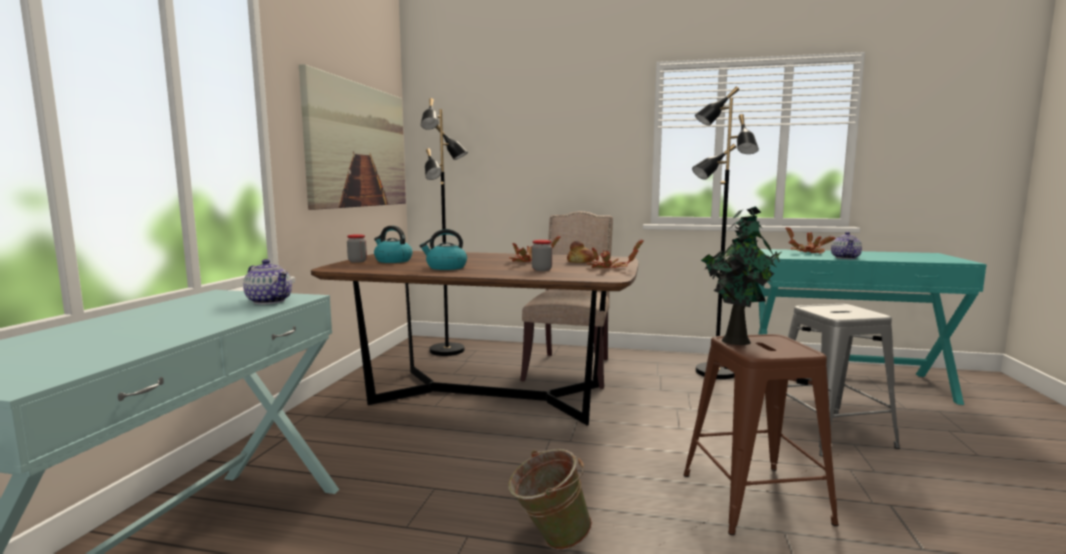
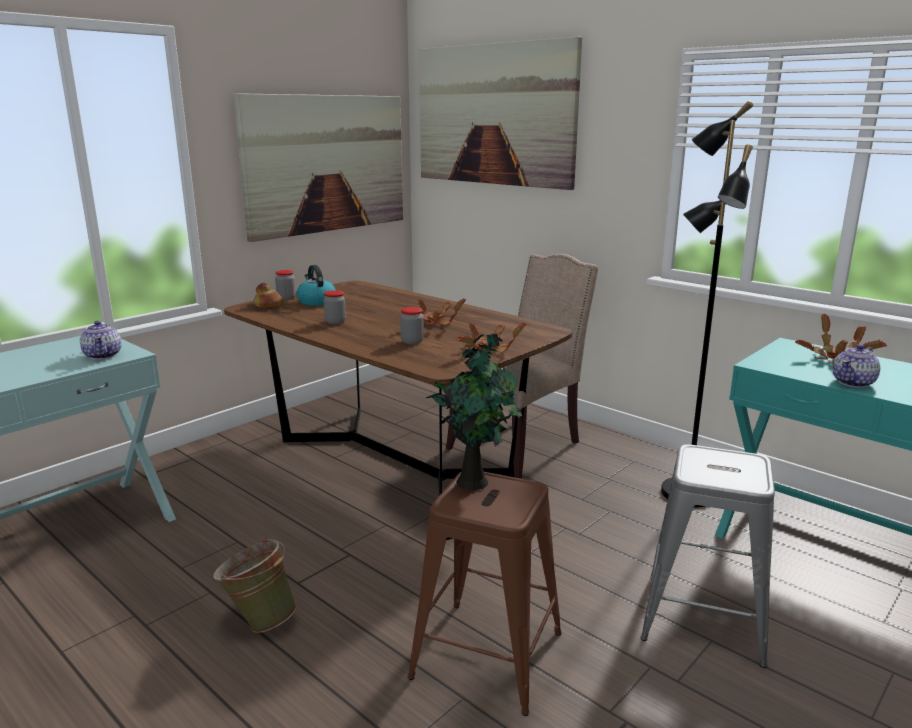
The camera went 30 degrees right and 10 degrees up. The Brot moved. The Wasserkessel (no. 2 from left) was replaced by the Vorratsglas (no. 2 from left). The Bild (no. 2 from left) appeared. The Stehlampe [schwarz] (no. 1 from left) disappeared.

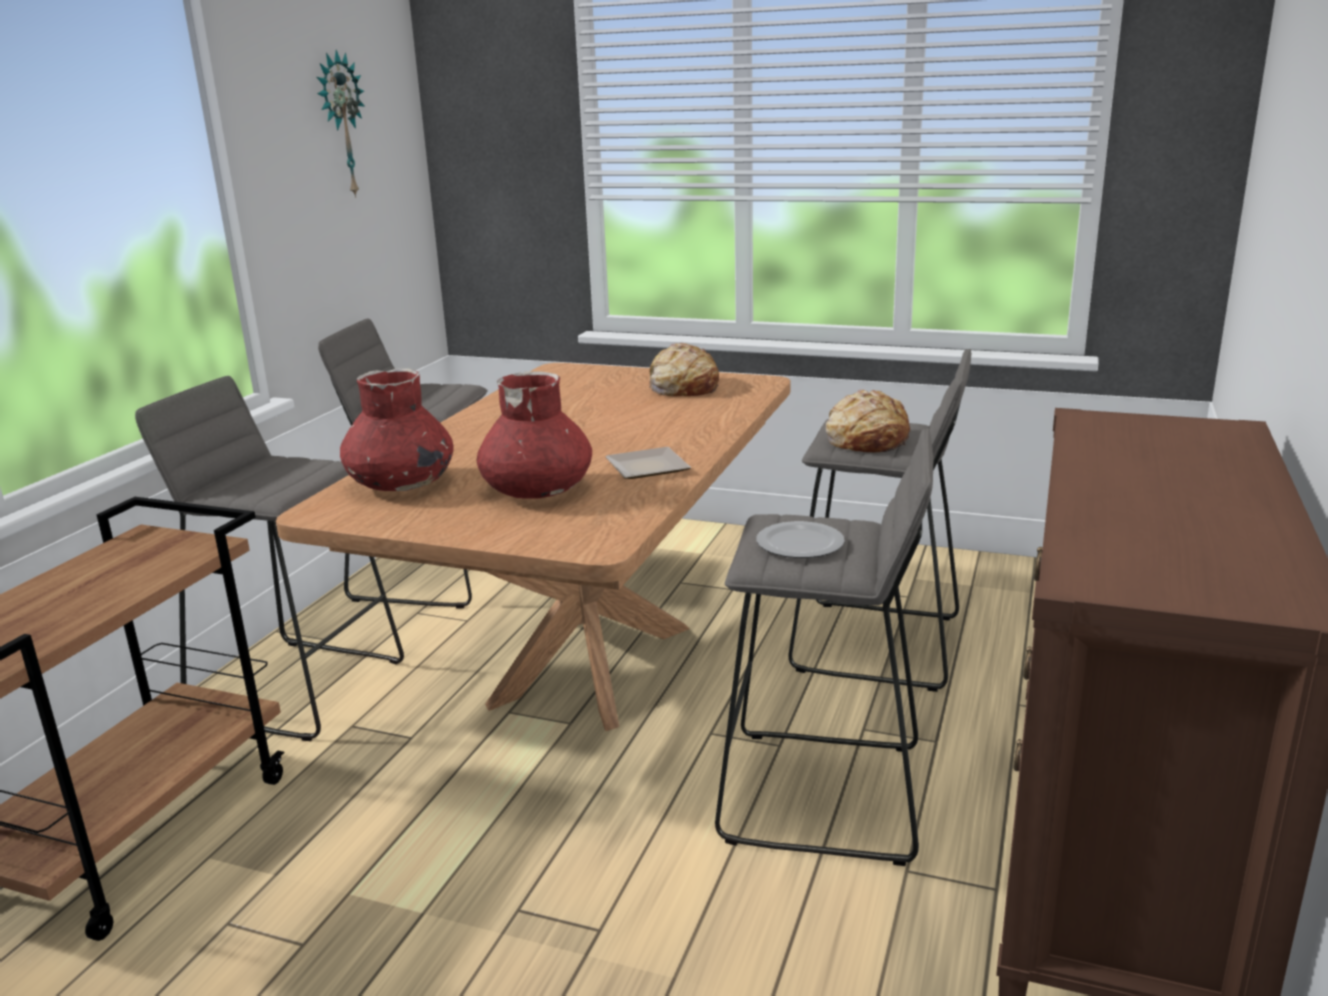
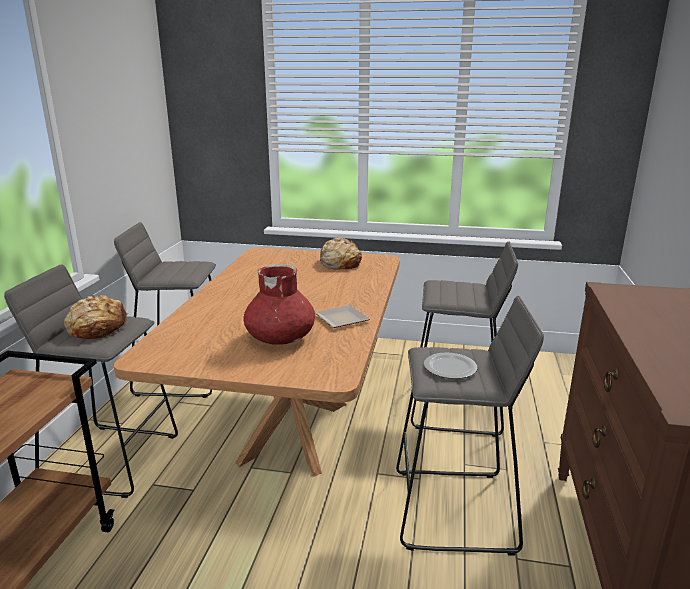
The camera went 10 degrees left and 0 degrees up. The Brot (no. 2 from left in the first image) moved. The Wanduhr disappeared. The Vase [rot] (no. 1 from left) disappeared.

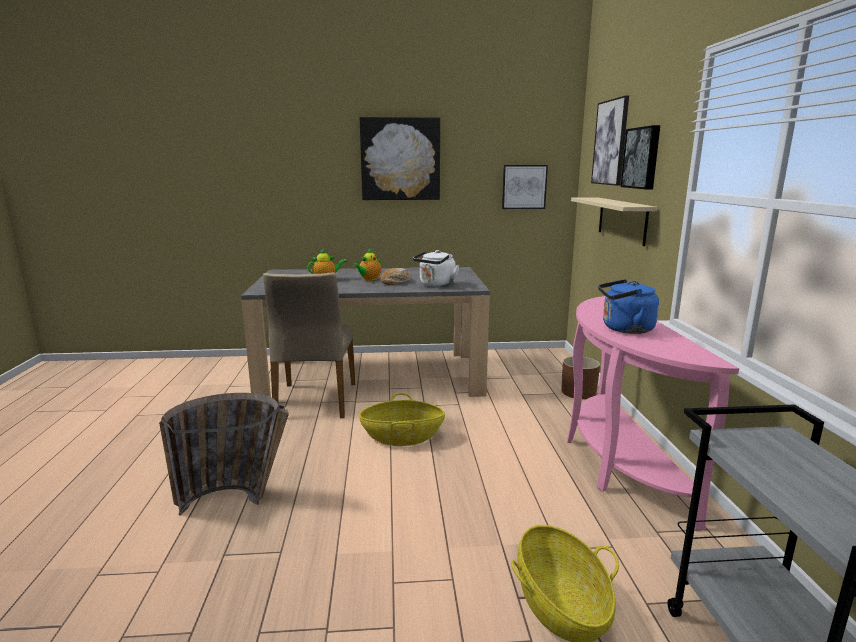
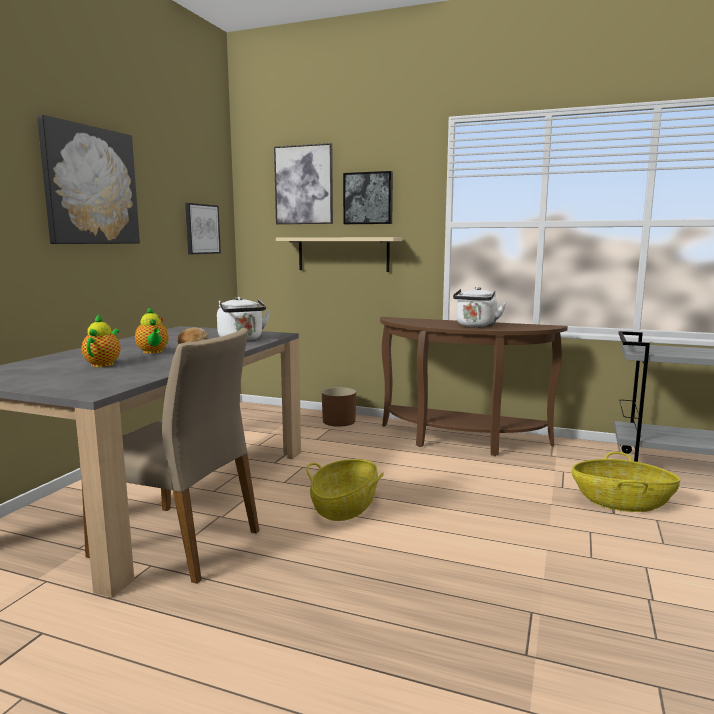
The camera went 65 degrees left and 5 degrees down. The Konsolentisch [rosa] became the Konsolentisch [braun]. The Wasserkessel [blau] became the Wasserkessel [weiß] (no. 2 from left). The Korb (no. 1 from left) disappeared.

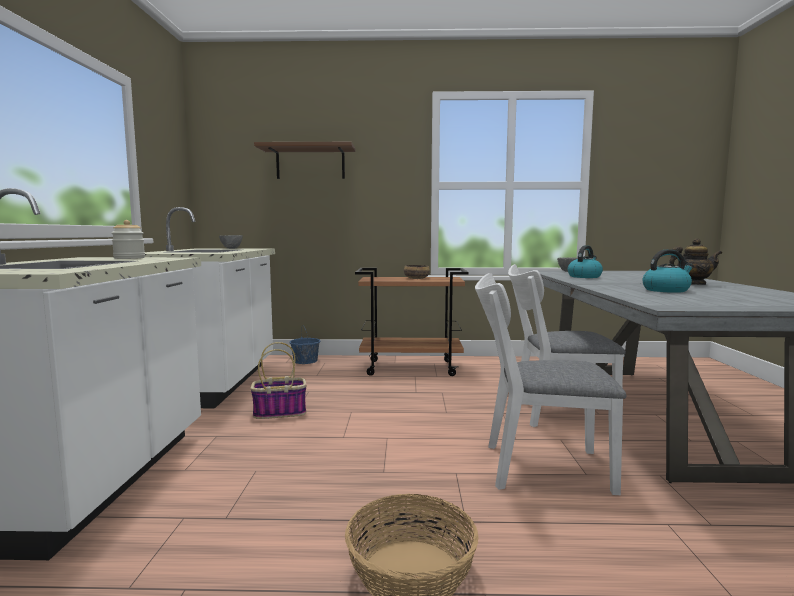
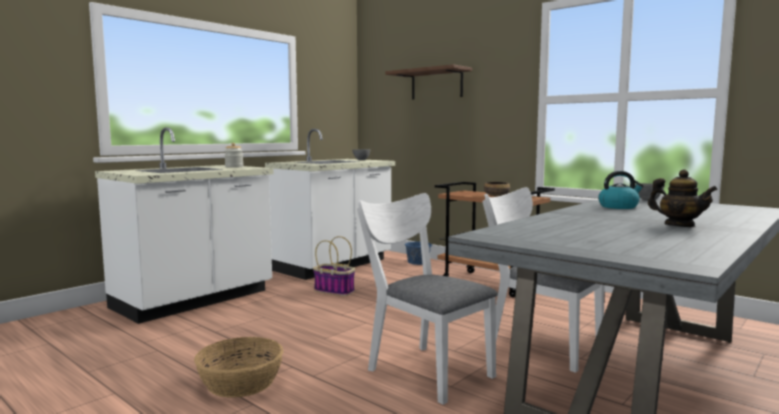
The camera went 40 degrees right and 0 degrees up. The Wasserkessel (no. 2 from left) disappeared.

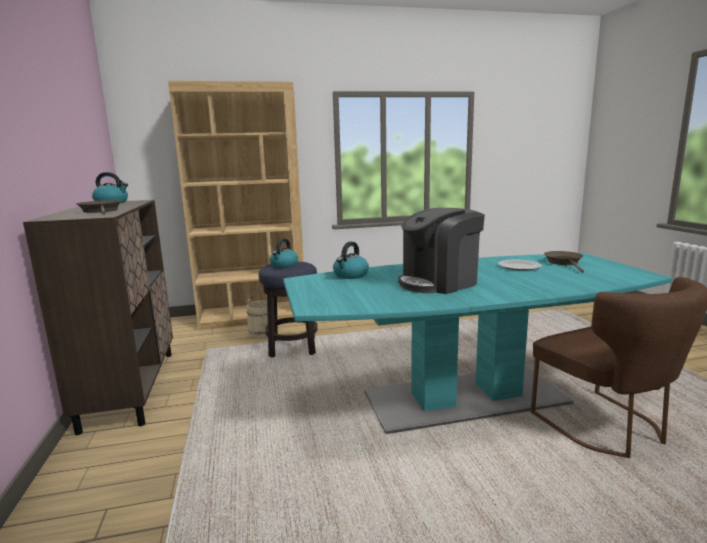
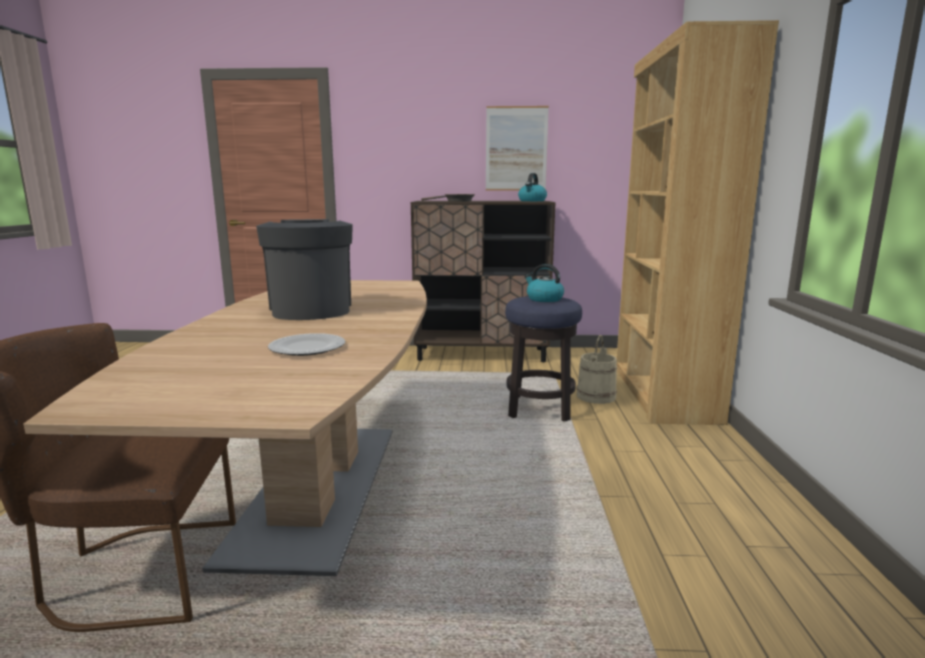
The camera went 105 degrees right and 0 degrees up. The Esstisch [türkis] became the Esstisch [braun]. The Bild appeared. The Wasserkessel (no. 3 from left) disappeared. The Pfanne [braun] (no. 2 from left) disappeared.

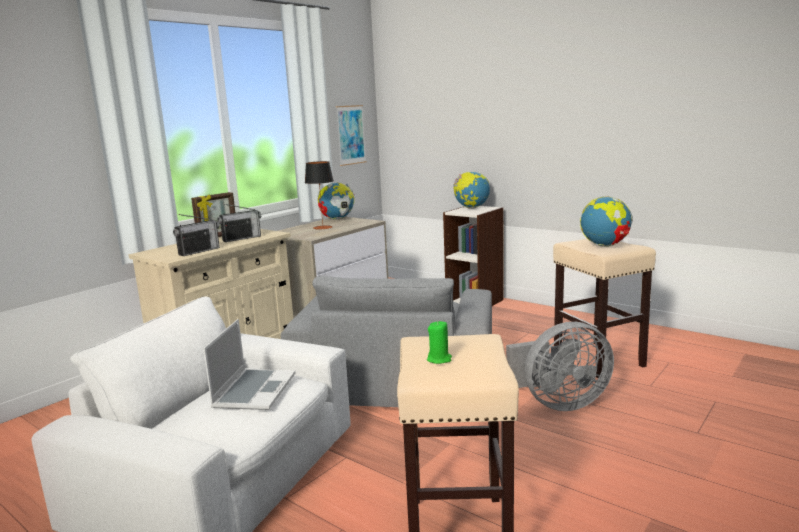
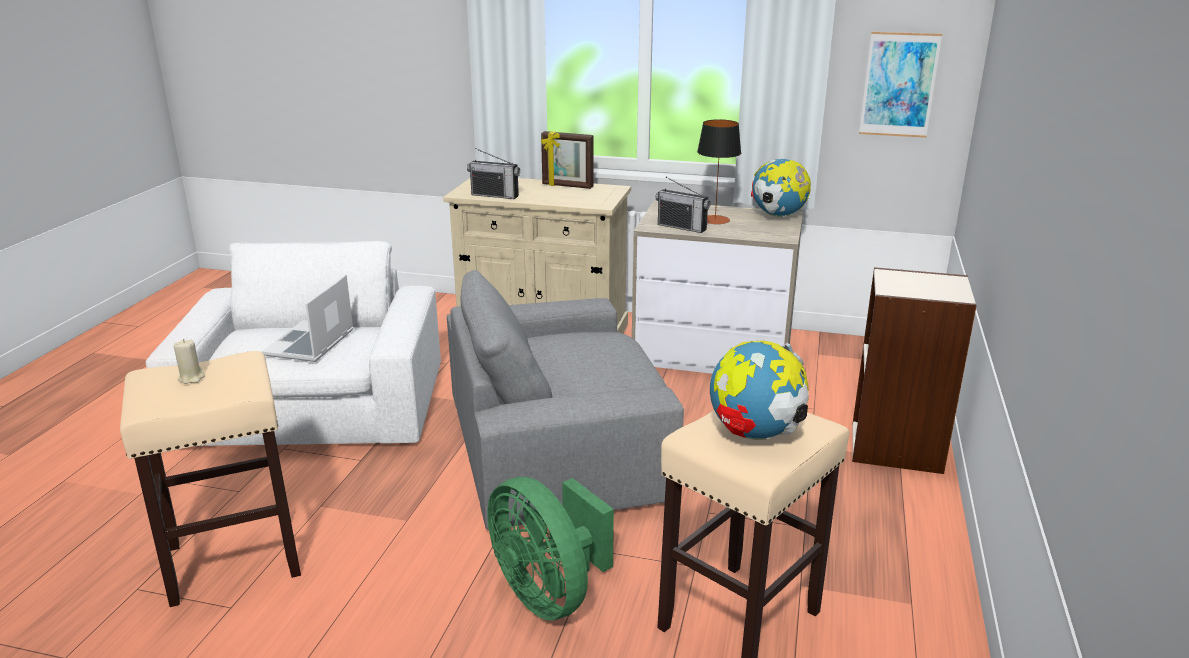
The camera went 65 degrees right and 10 degrees up. The Kerze [grün] became the Kerze [beige]. The Laptop turned 120 degrees clockwise. The Ventilator [grau] became the Ventilator [grün]. The Radio (no. 2 from left) moved. The Globus (no. 2 from left) disappeared.

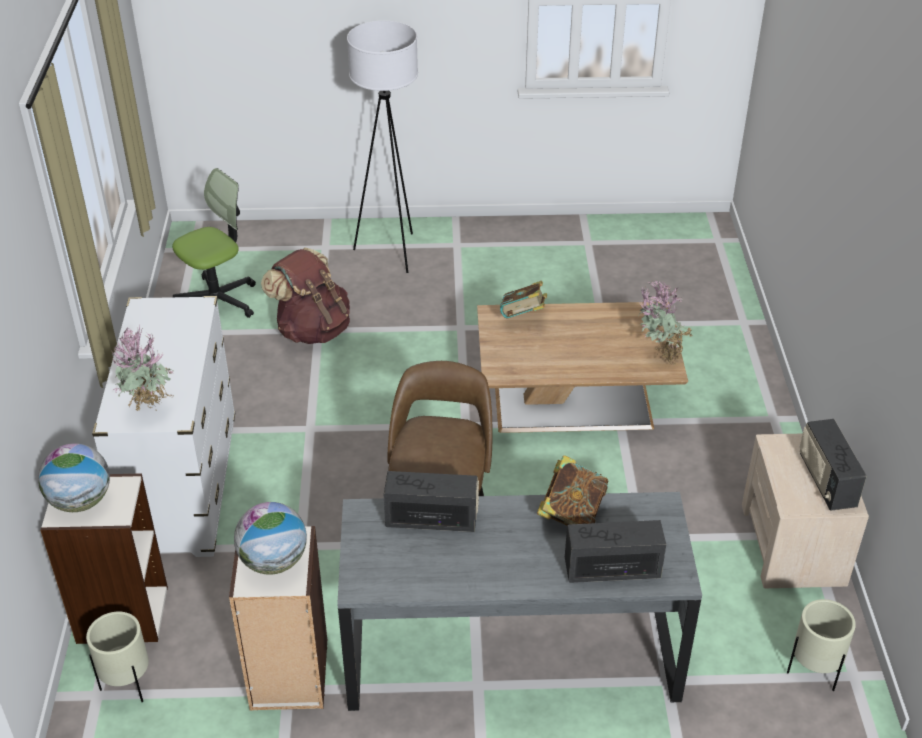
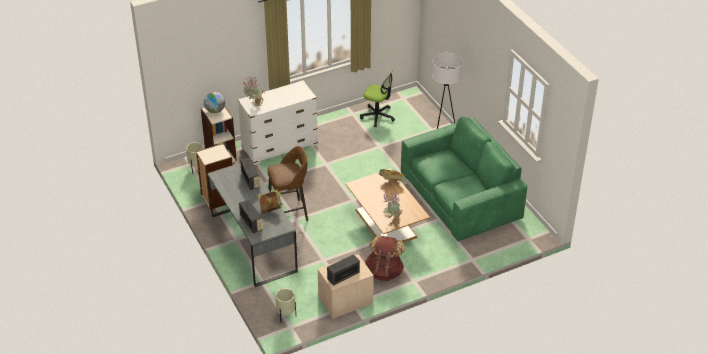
The camera went 65 degrees right and 0 degrees up. The Rucksack [braun] moved. The Sofa [grün] appeared. The Globus (no. 2 from left) disappeared.

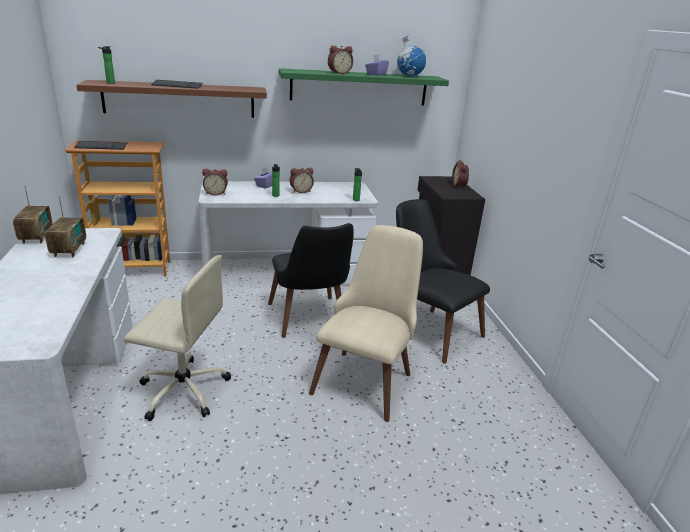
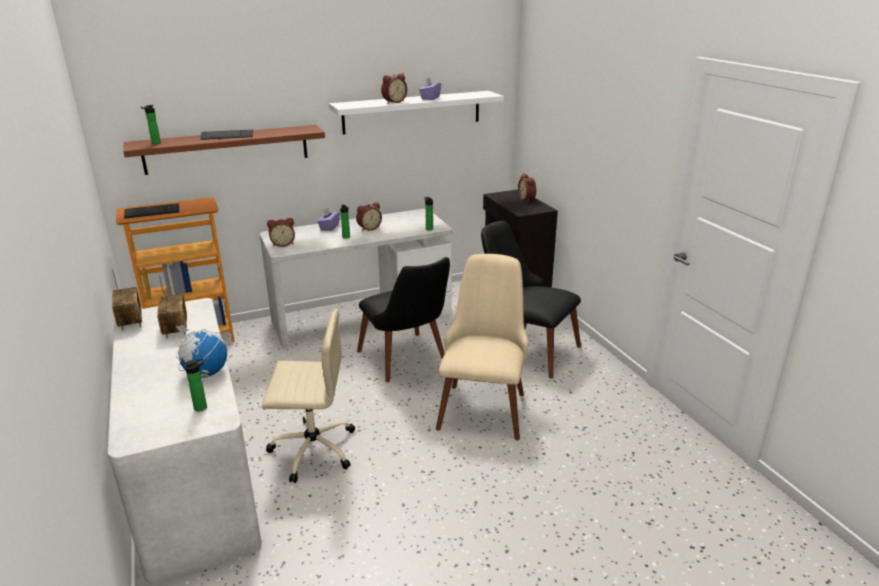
The camera went 10 degrees left and 0 degrees up. The Globus moved. The Flasche (no. 2 from left) appeared. The Wandregal [grün] became the Wandregal [weiß].

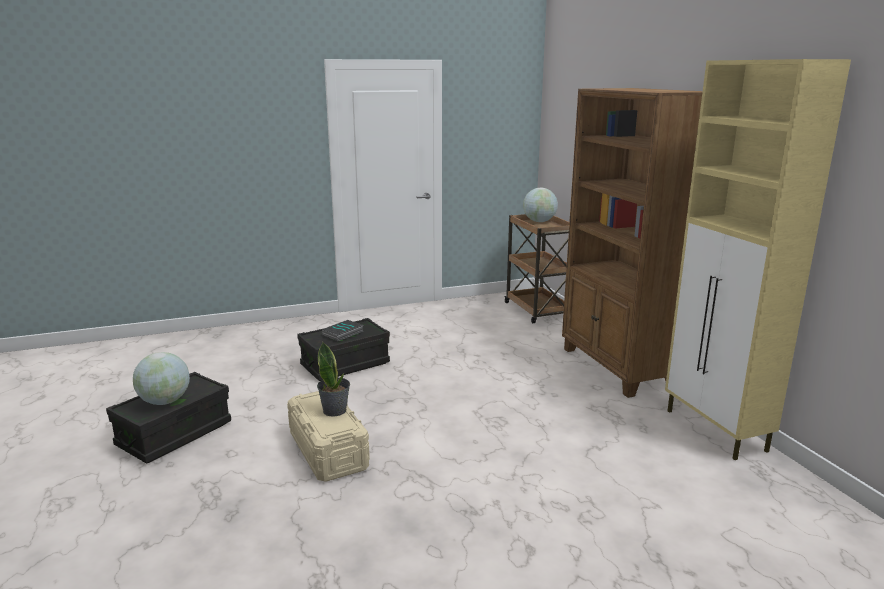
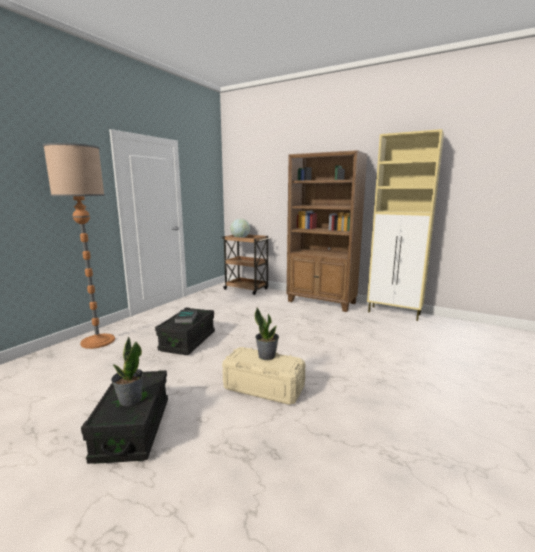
The camera went 40 degrees left and 5 degrees down. The Stehlampe appeared. The Globus (no. 1 from left) was replaced by the Topfpflanze (no. 1 from left).

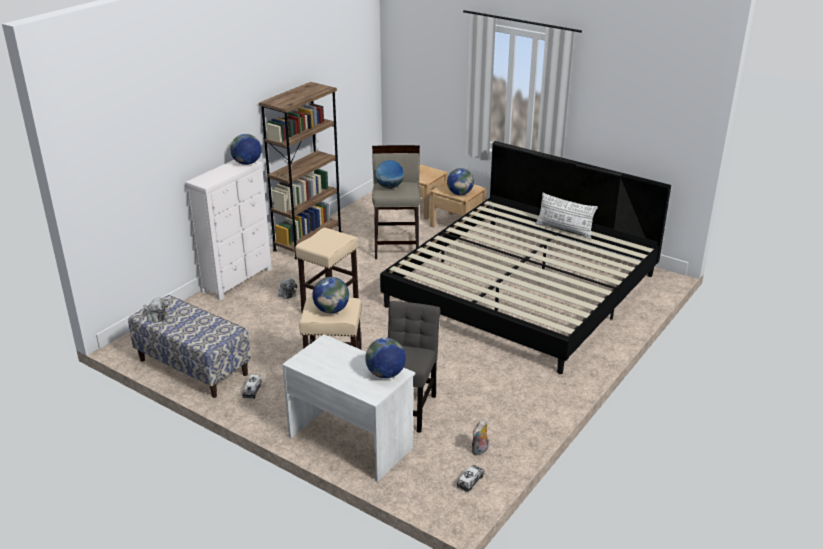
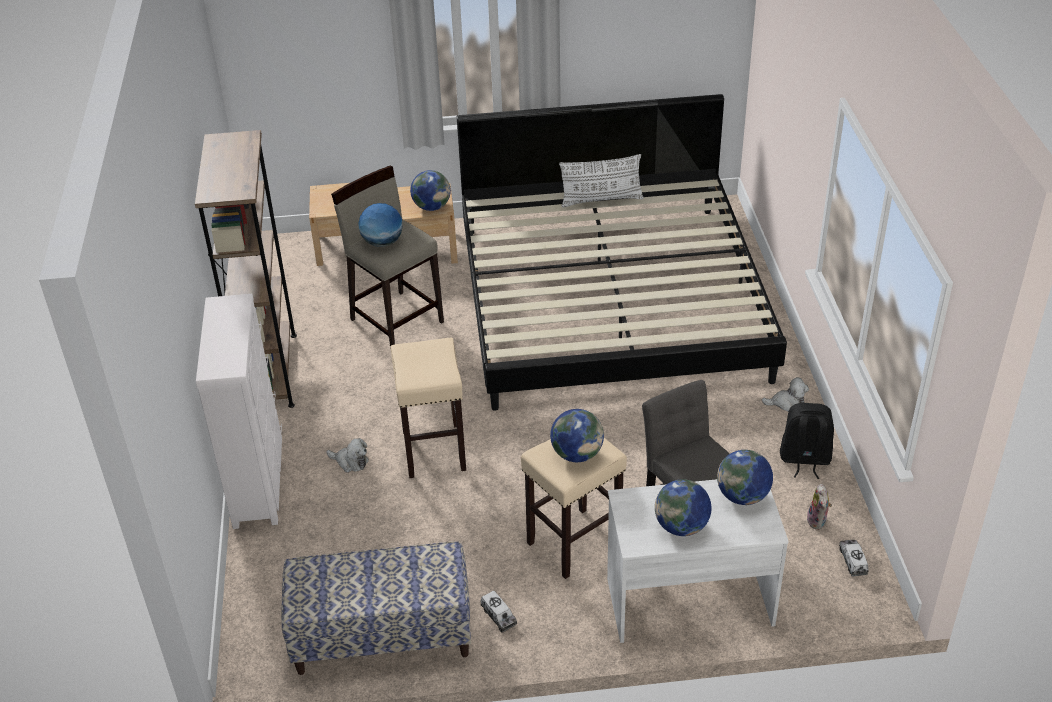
The camera went 40 degrees left and 10 degrees up. The Globus (no. 1 from left in the first image) moved. The Plüschtier (no. 1 from left in the first image) moved. The Rucksack [schwarz] appeared.

